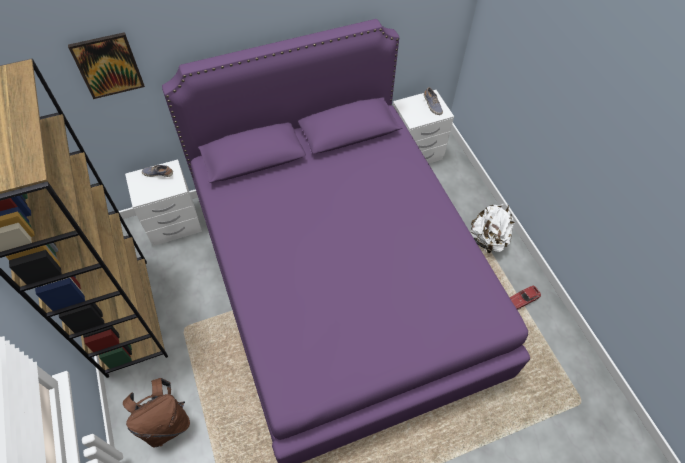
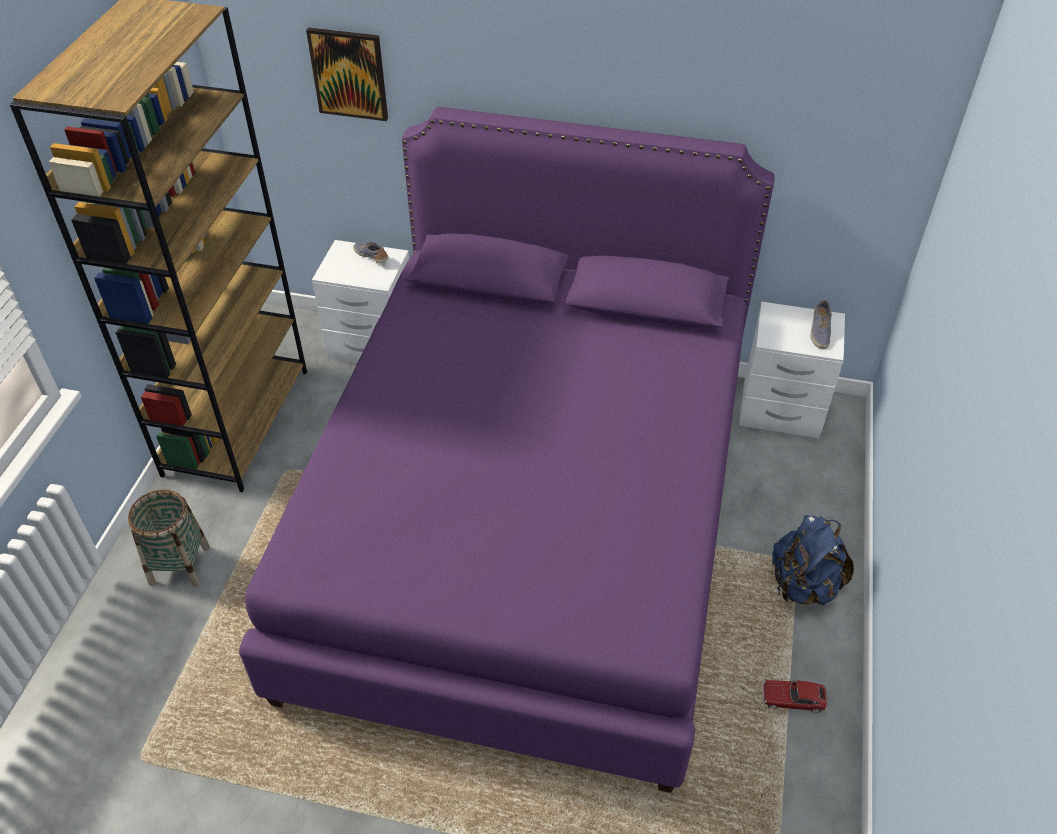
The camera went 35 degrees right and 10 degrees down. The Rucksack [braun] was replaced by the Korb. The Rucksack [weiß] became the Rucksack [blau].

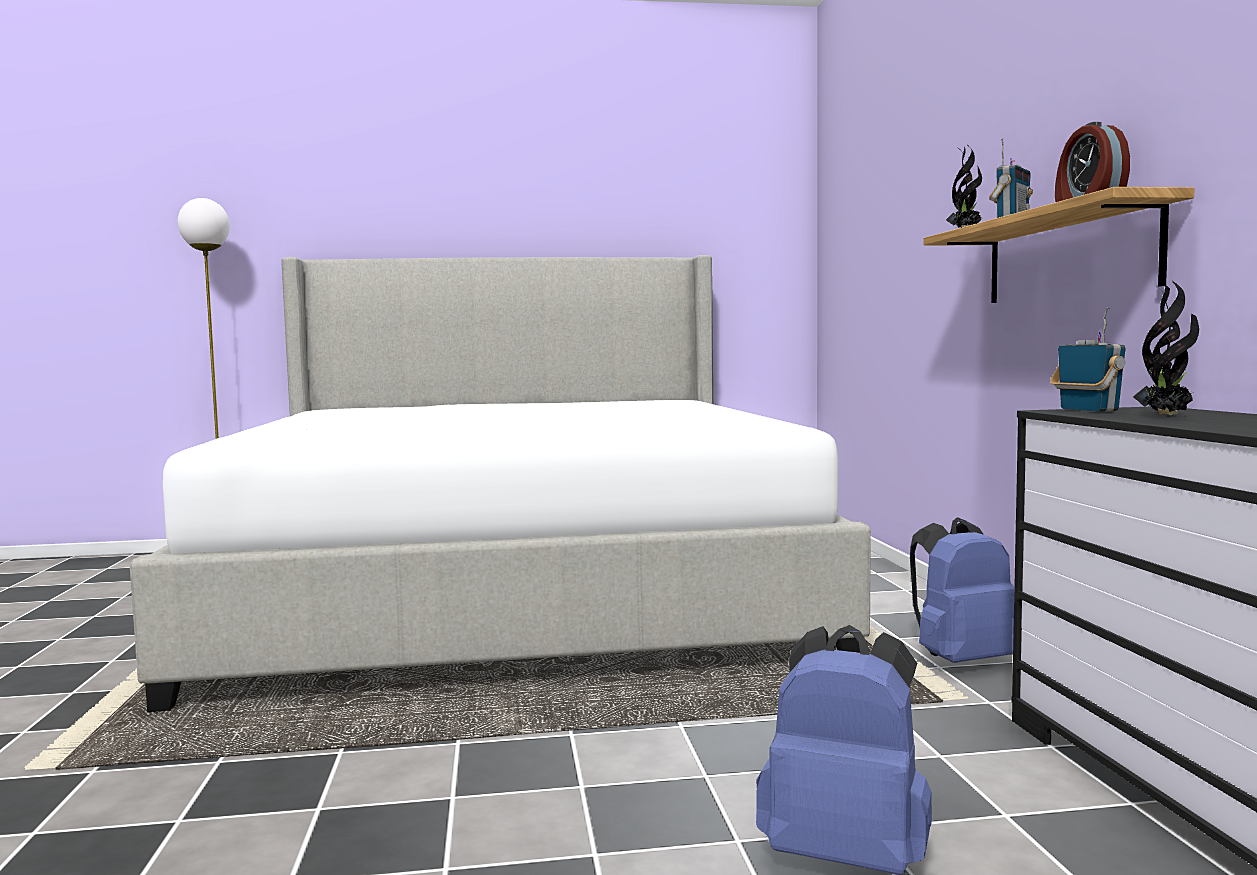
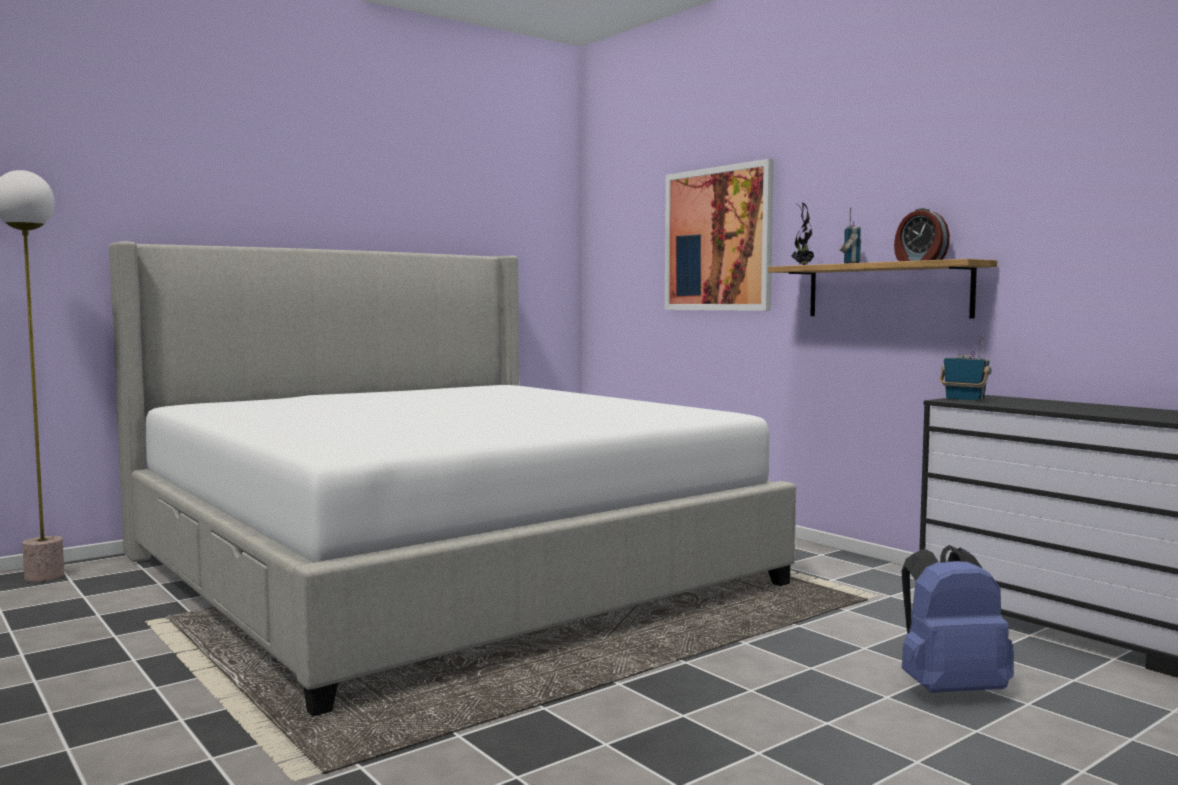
The camera went 30 degrees left and 0 degrees up. The Bild appeared. The Rucksack [blau] (no. 2 from left) disappeared. The Topfpflanze (no. 2 from left) disappeared.

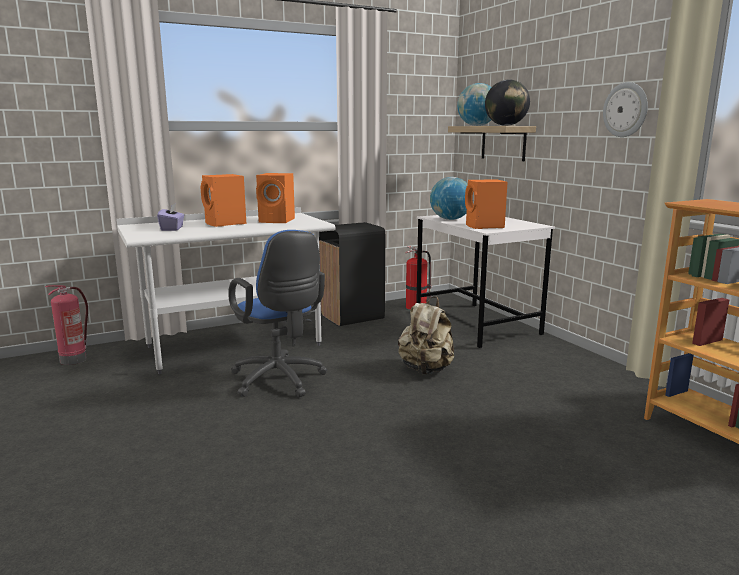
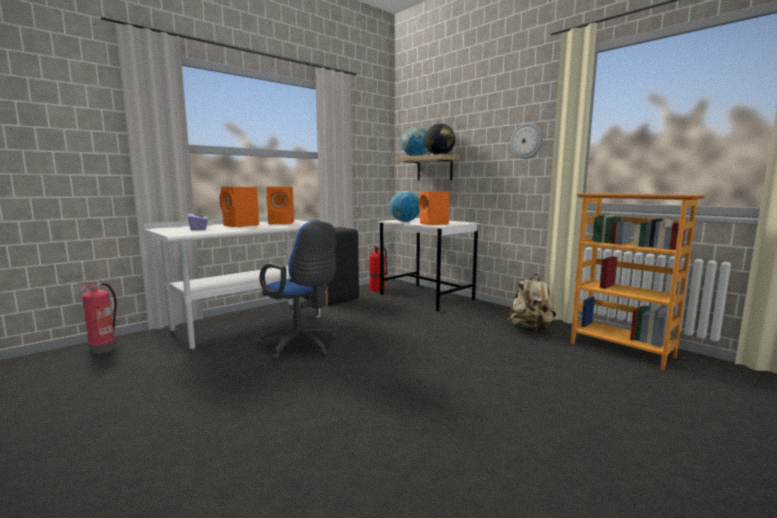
The camera went 15 degrees left and 5 degrees down. The Rucksack [beige] moved.

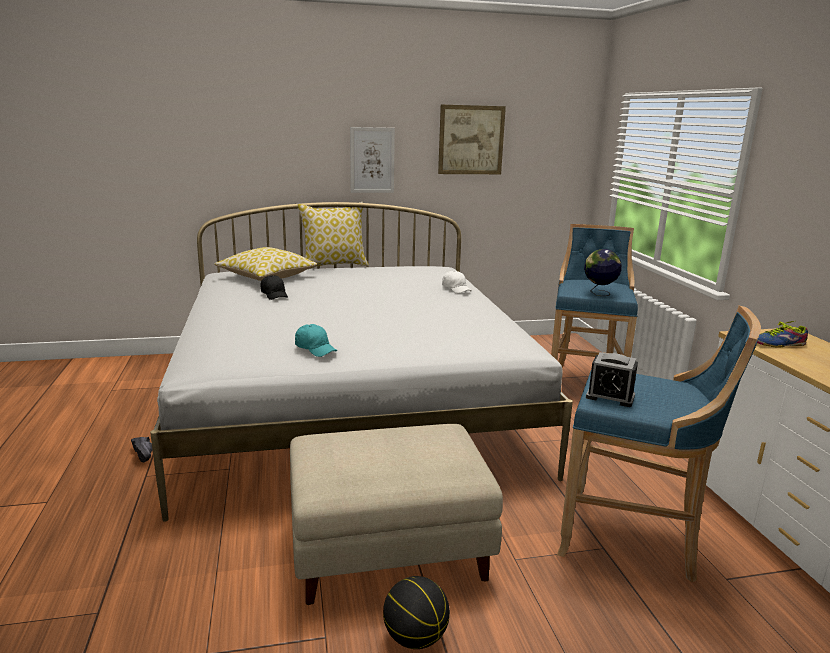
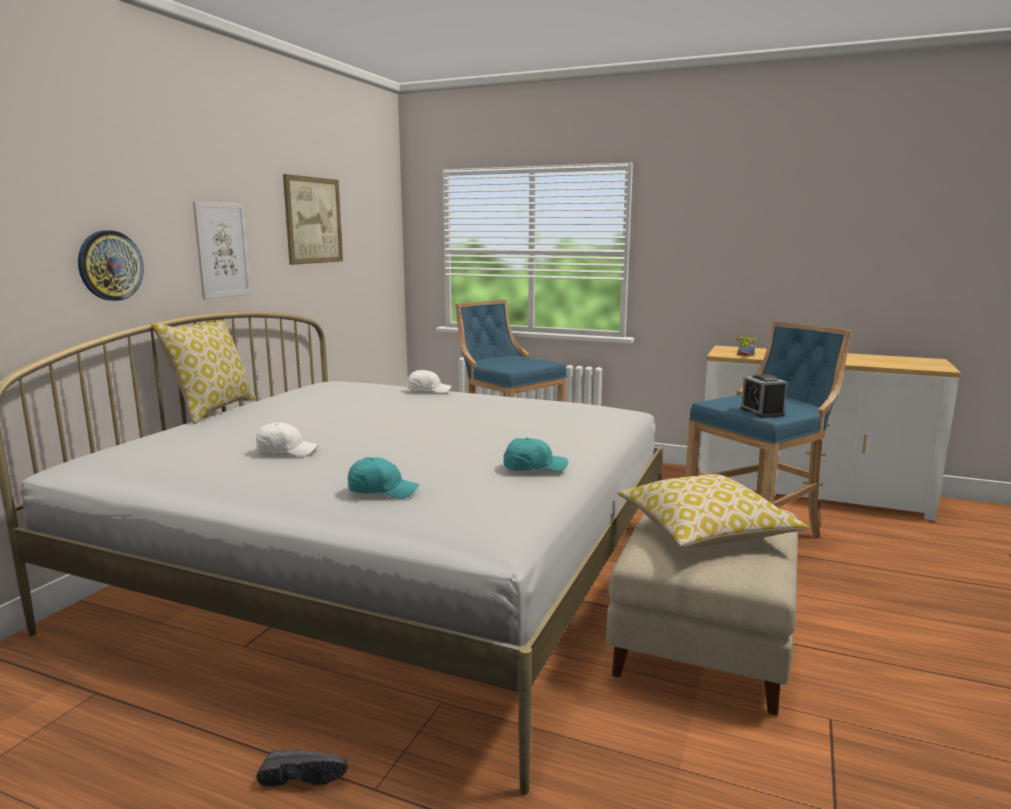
The camera went 55 degrees left and 5 degrees down. The Wanduhr appeared. The Kappe [schwarz] became the Kappe [weiß] (no. 1 from left). The Kappe [türkis] (no. 1 from left) appeared. The Kissen (no. 1 from left in the first image) moved. The Wecker turned 105 degrees clockwise. The Basketball disappeared. The Globus disappeared.

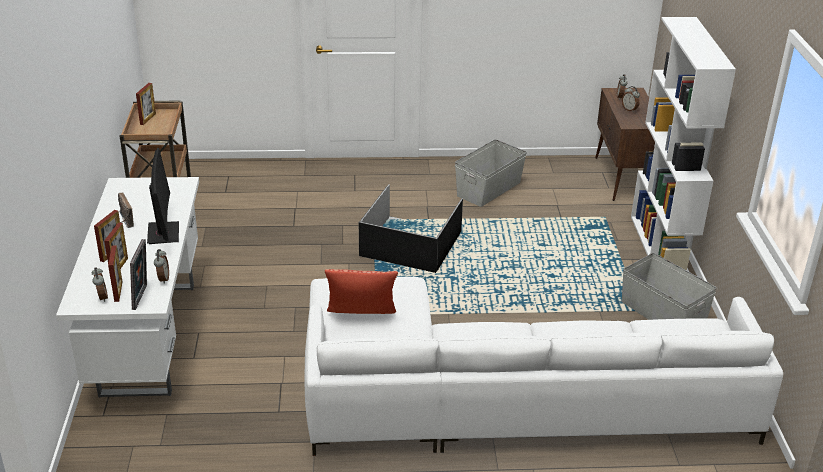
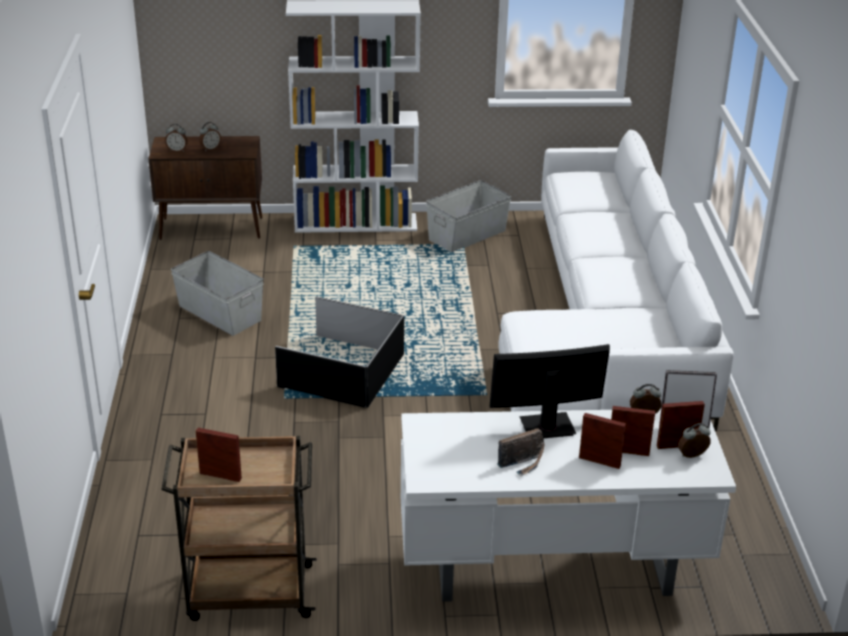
The camera went 90 degrees left and 0 degrees up. The Kissen disappeared.

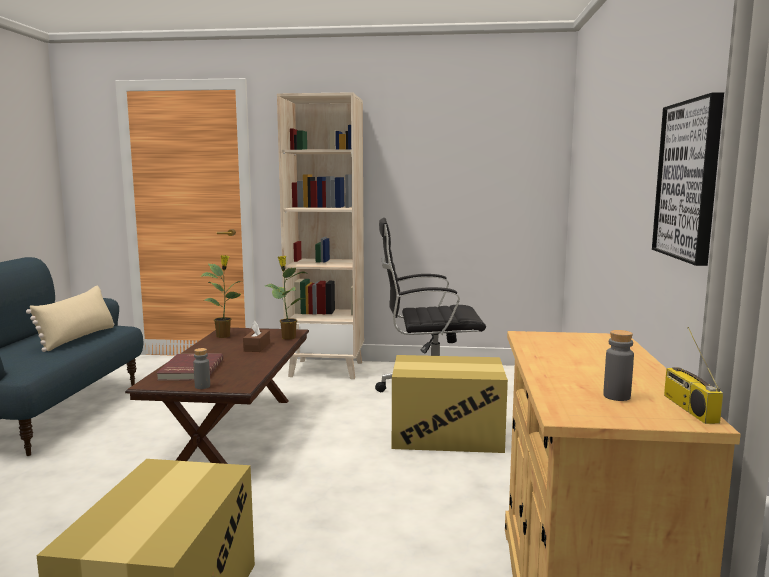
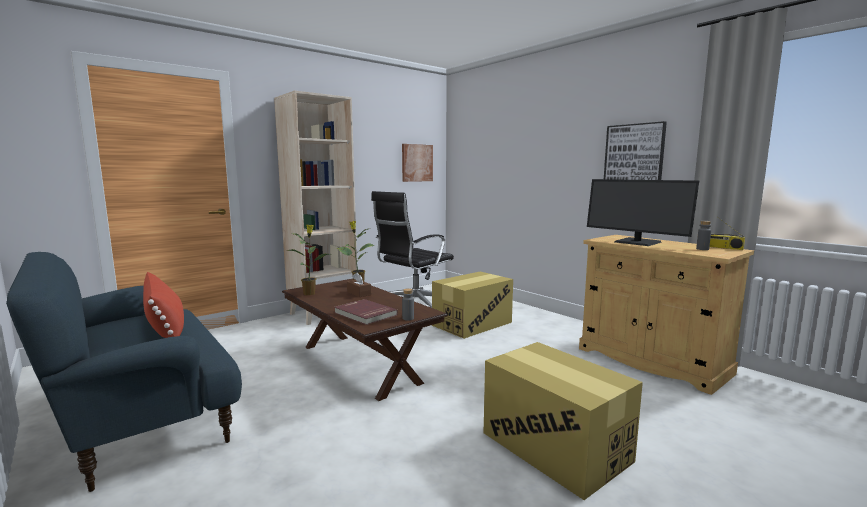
The camera went 45 degrees left and 0 degrees up. The Kissen [beige] became the Kissen [rot]. The Bild (no. 1 from left) appeared. The Monitor appeared.

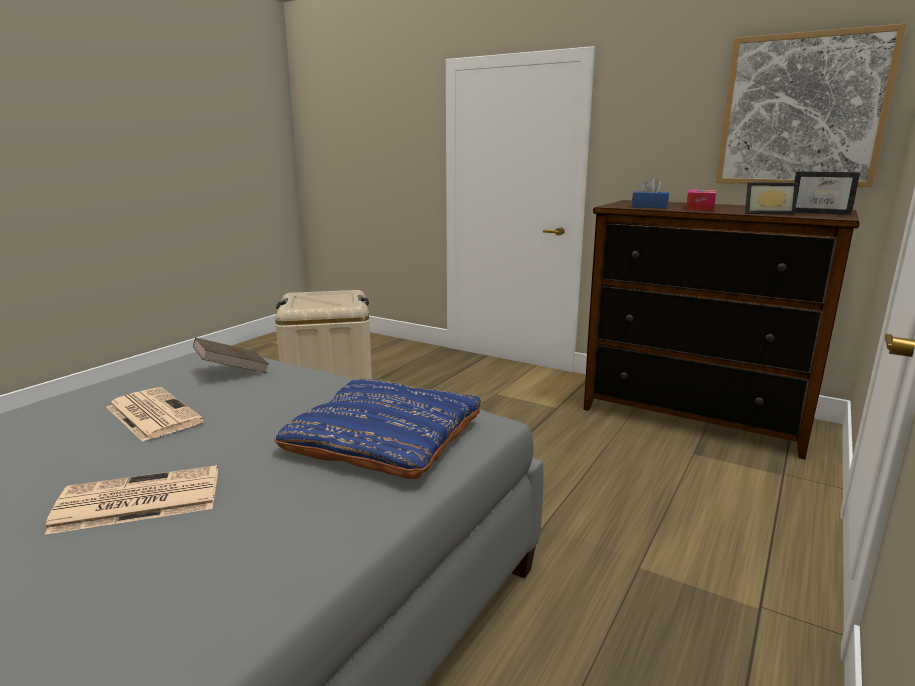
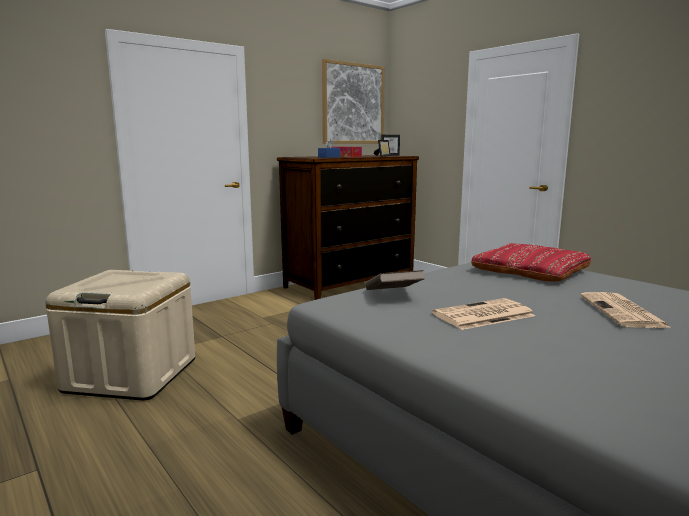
The camera went 70 degrees left and 5 degrees down. The Kissen [blau] became the Kissen [rot].

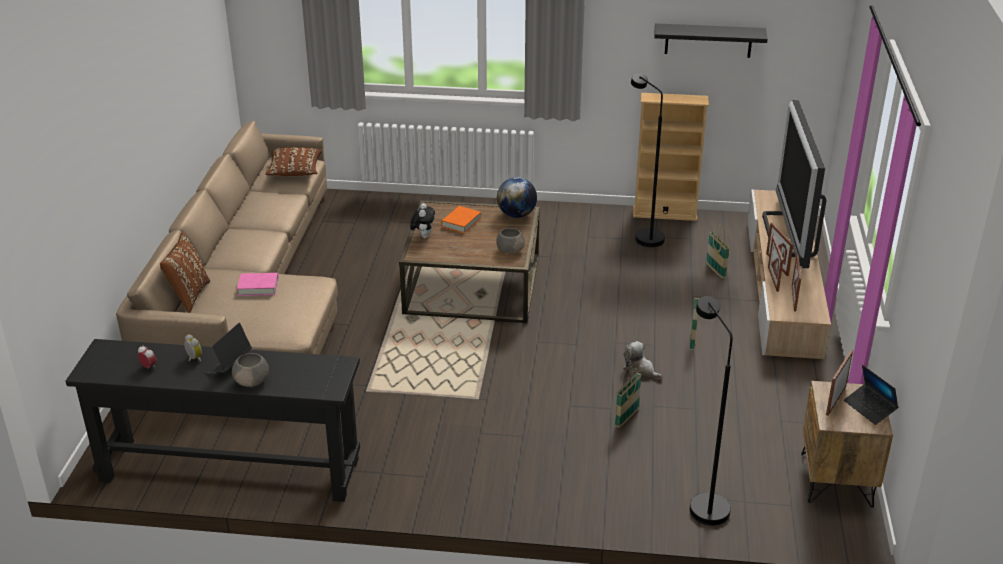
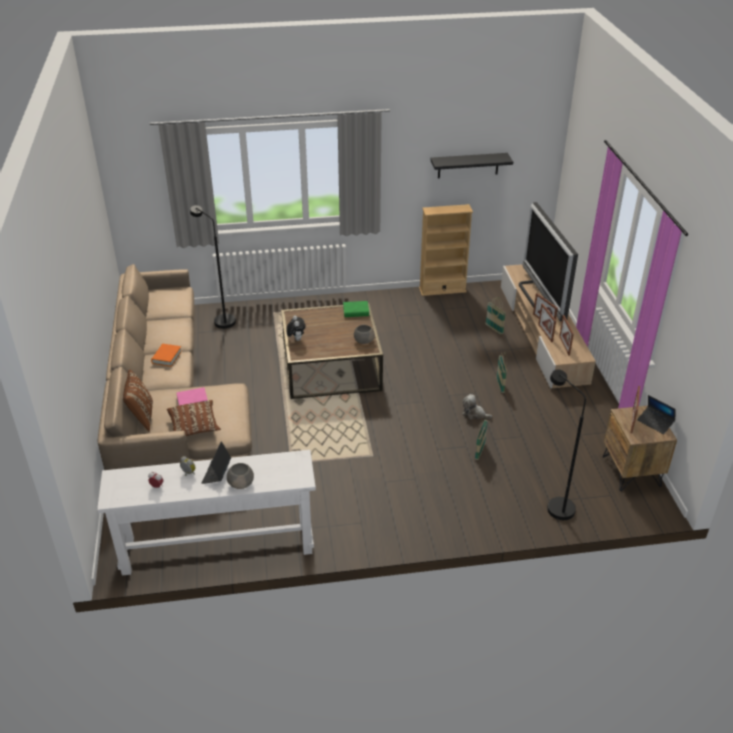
The camera went 15 degrees left and 5 degrees up. The Konsolentisch [schwarz] became the Konsolentisch [weiß]. The Buch [orange] moved. The Kissen [braun] (no. 2 from left) moved. The Stehlampe [schwarz] (no. 1 from left) moved. The Globus was replaced by the Buch [grün].

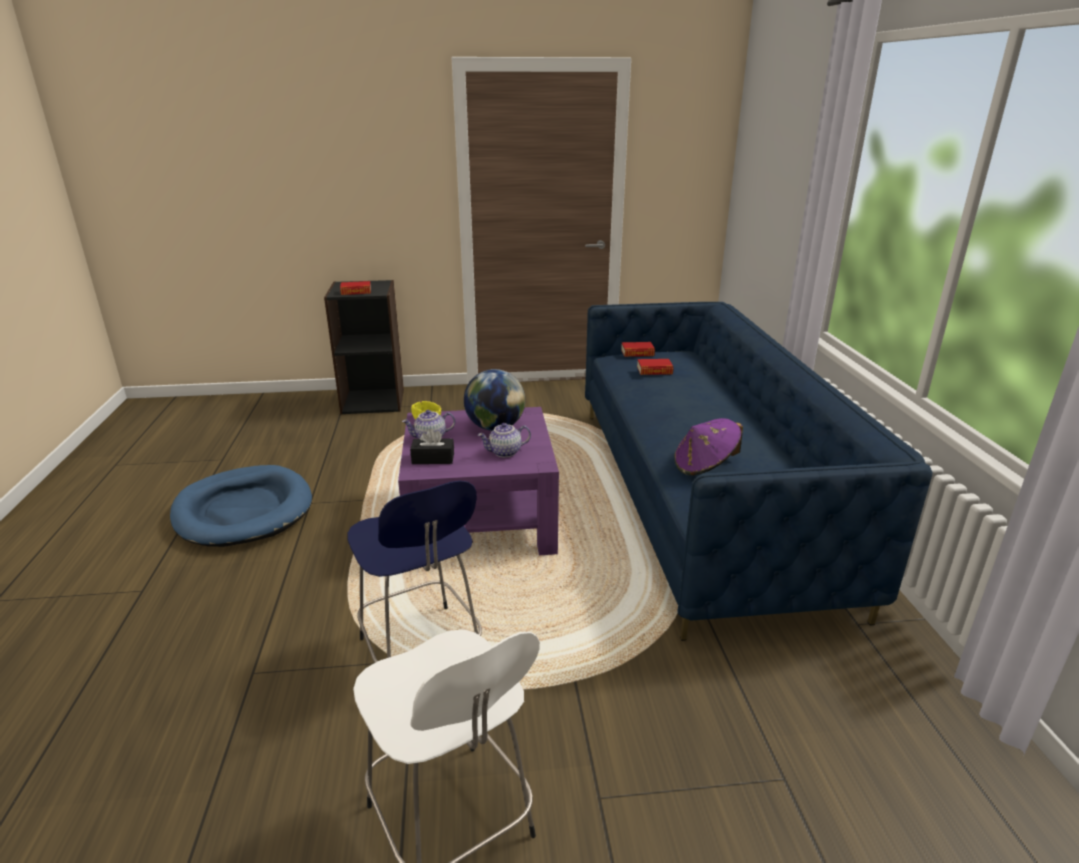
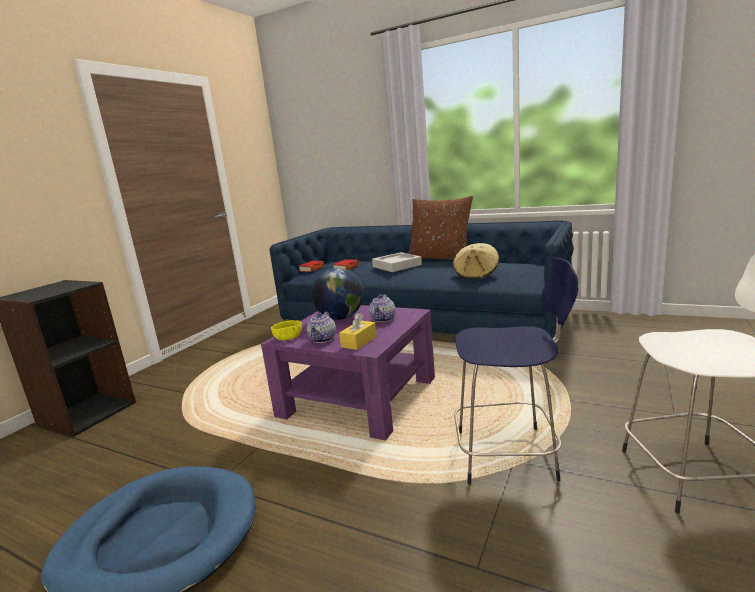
The camera went 55 degrees left and 10 degrees down. The Taschentuchbox [schwarz] became the Taschentuchbox [gelb]. The Tablett [grau] appeared. The Kissen [braun] appeared. The Hut [lila] became the Hut [beige]. The Buch (no. 1 from left) disappeared.

